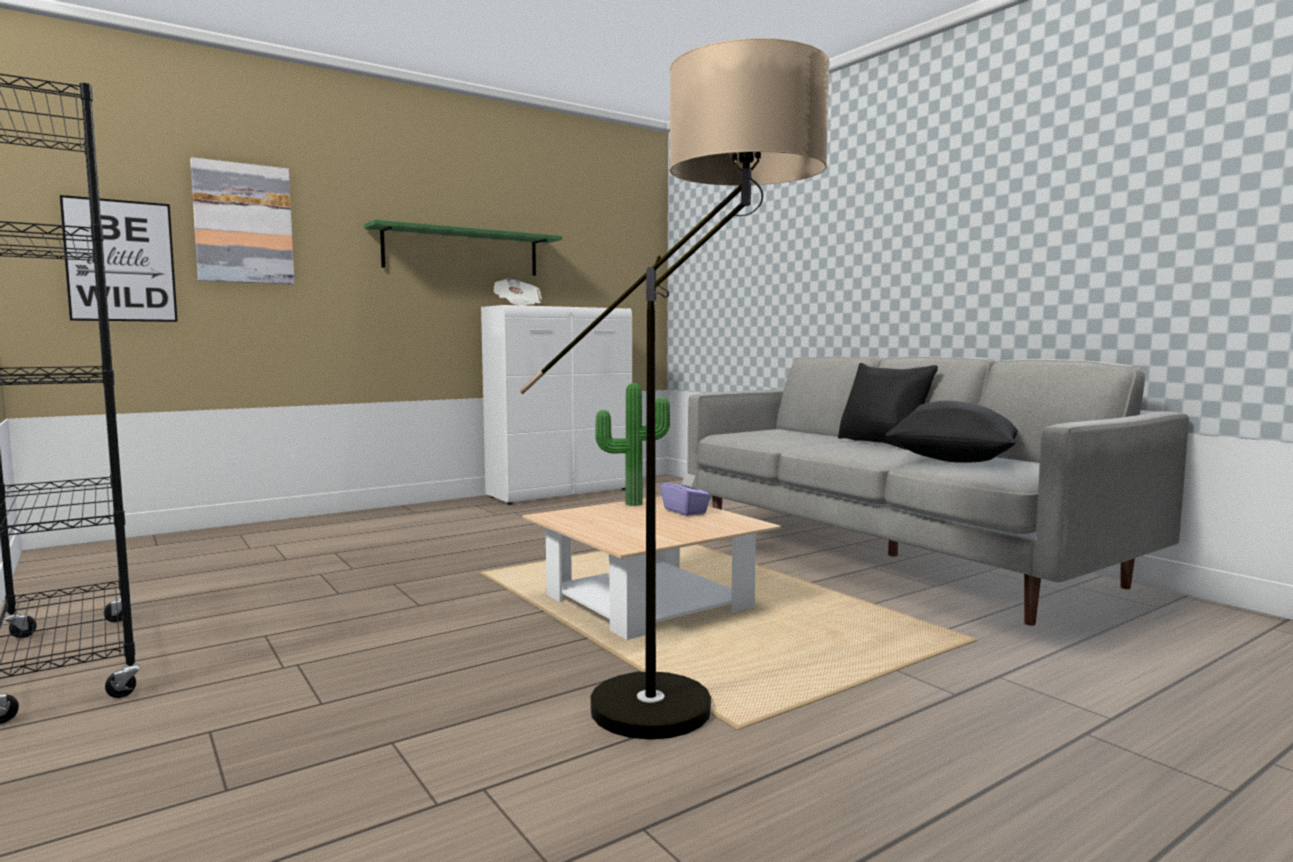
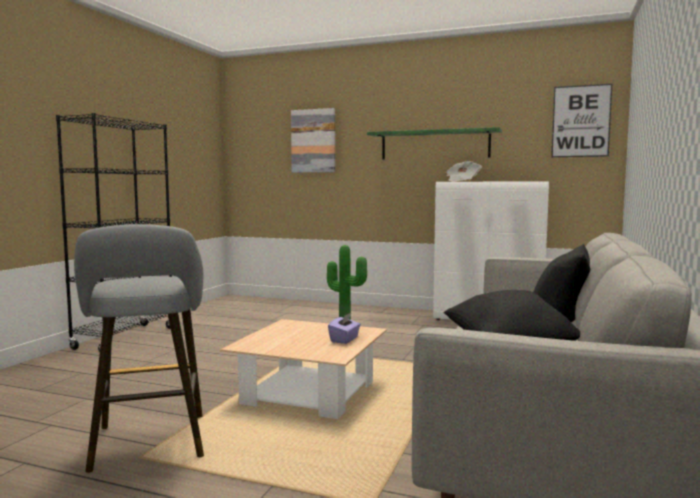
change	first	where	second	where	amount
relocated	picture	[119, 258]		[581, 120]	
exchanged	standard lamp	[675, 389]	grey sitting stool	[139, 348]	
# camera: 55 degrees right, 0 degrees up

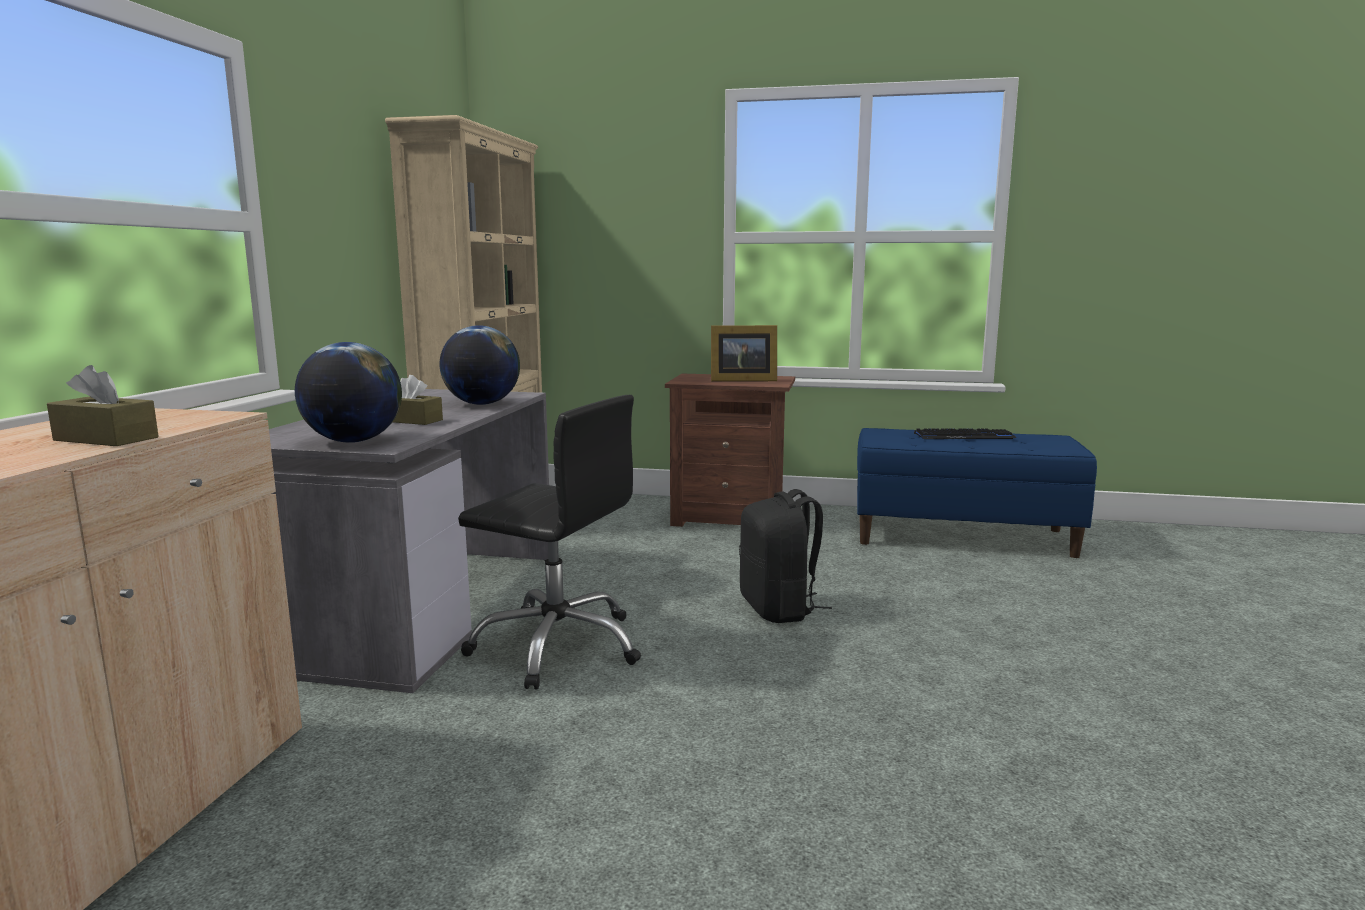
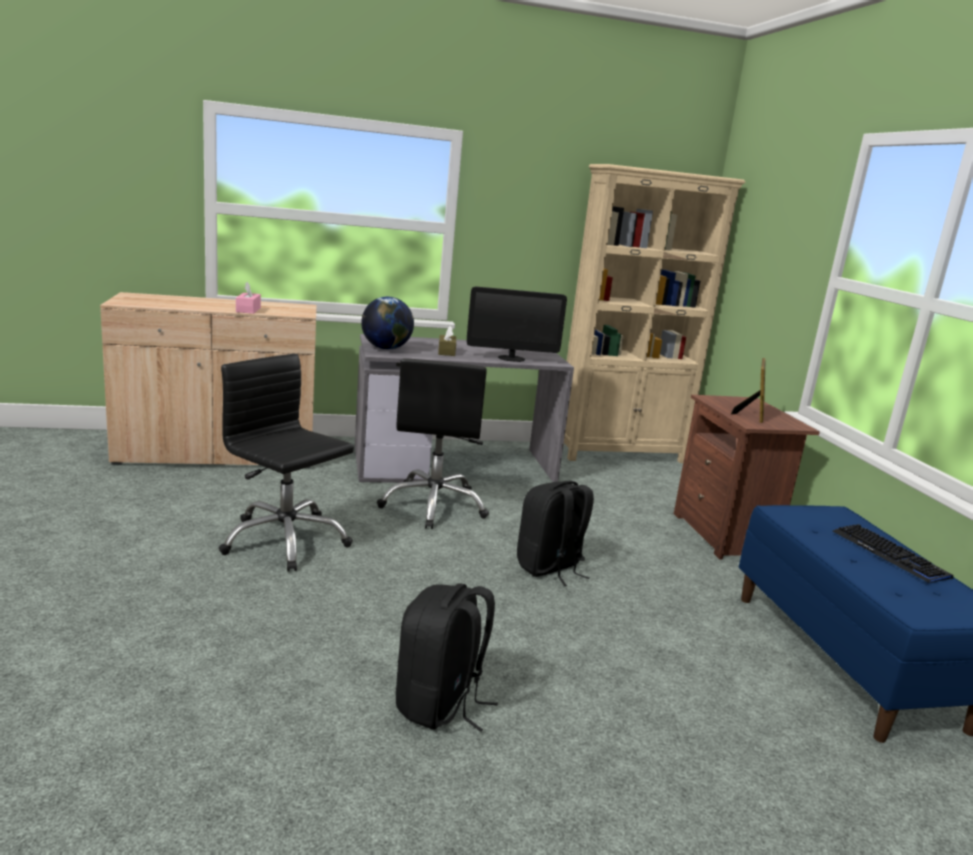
change	first	where	second	where	amount
appeared			black desk chair	[286, 463]	
appeared			black rucksack	[447, 657]	
exchanged	desk globe	[480, 365]	monitor	[517, 324]	
colour	brown tissue box	[103, 405]	pink tissue box	[248, 298]	
spun	picture frame	[744, 353]		[748, 390]	135 degrees counterclockwise
# camera: 65 degrees right, 5 degrees up

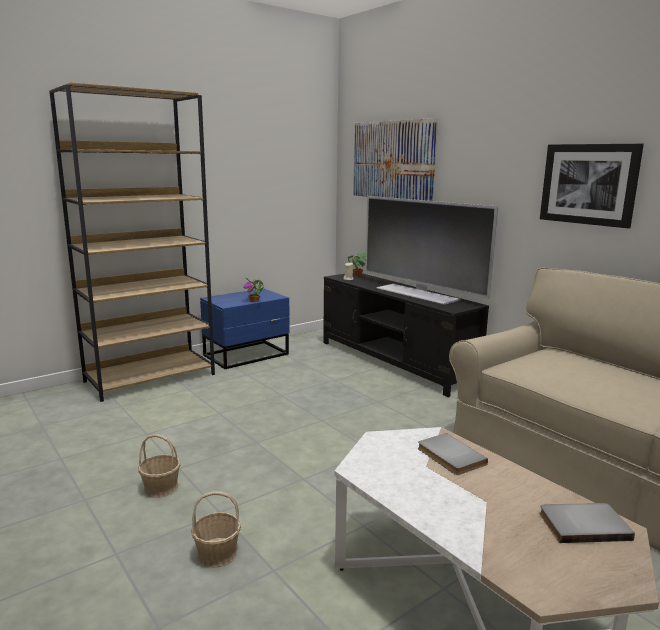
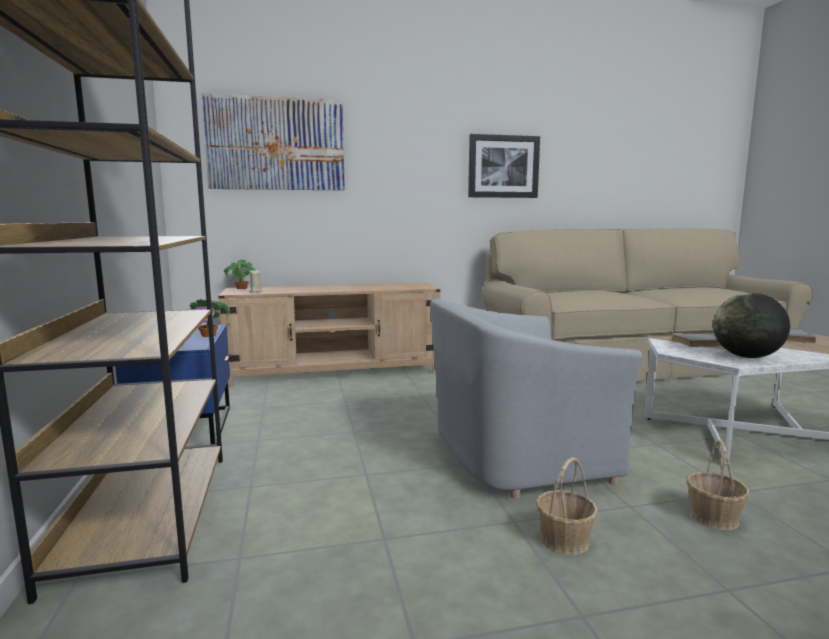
change	first	where	second	where	amount
missing	television	[432, 250]			
appeared			grey easy chair	[536, 399]	
appeared			desk globe	[751, 325]	
colour	black tv unit	[406, 334]	beige tv unit	[329, 335]	
# camera: 65 degrees left, 5 degrees down

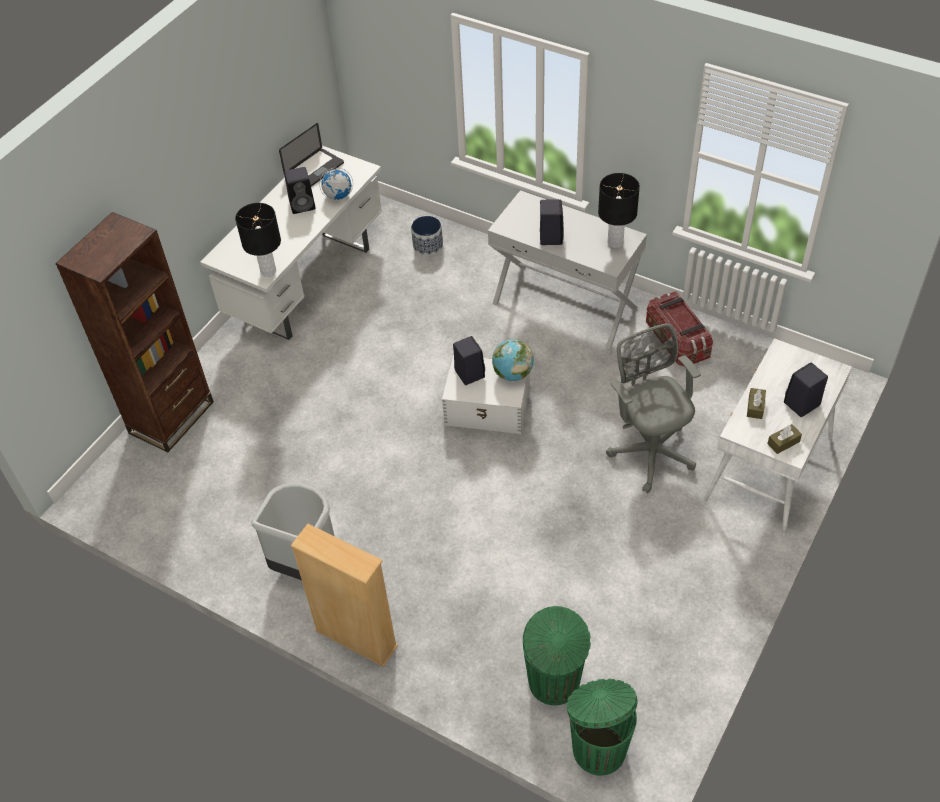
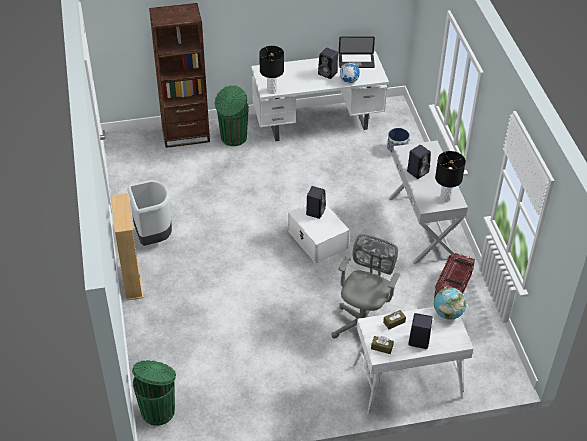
change	first	where	second	where	amount
relocated	desk globe	[513, 360]		[450, 304]	
relocated	greenish waste bin	[557, 655]		[232, 115]	
# camera: 45 degrees right, 5 degrees down

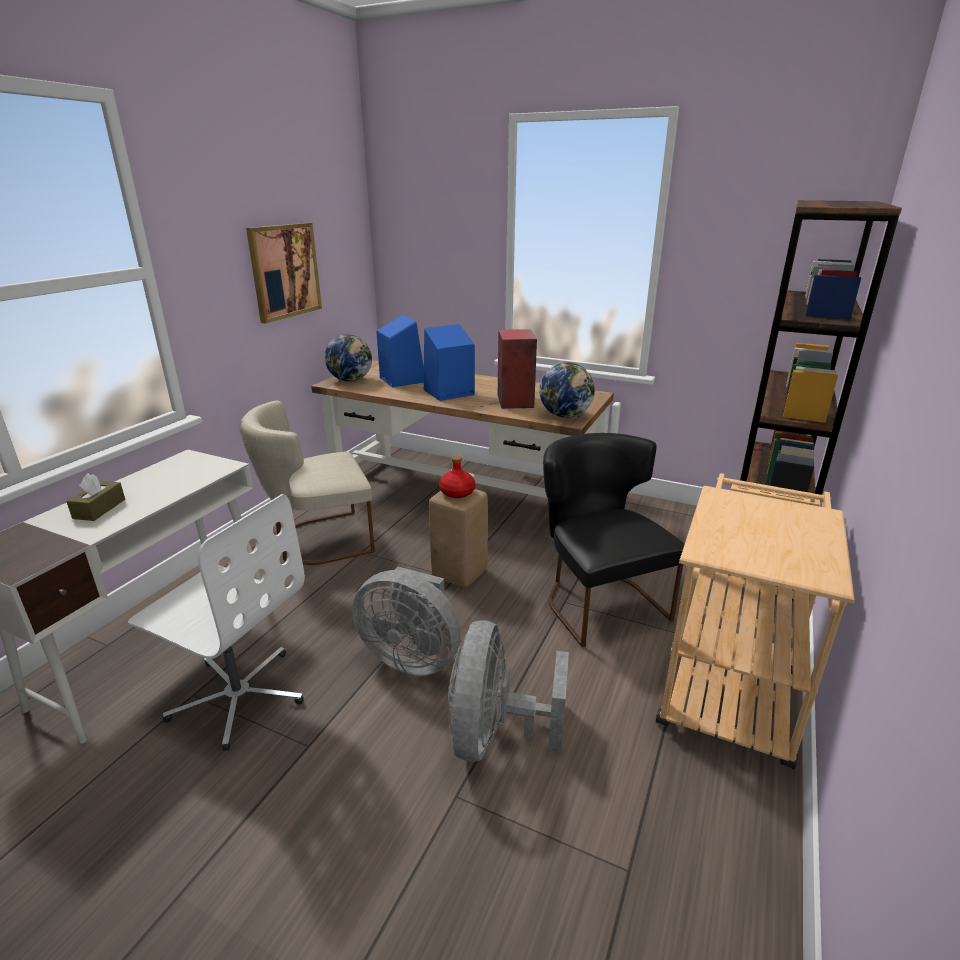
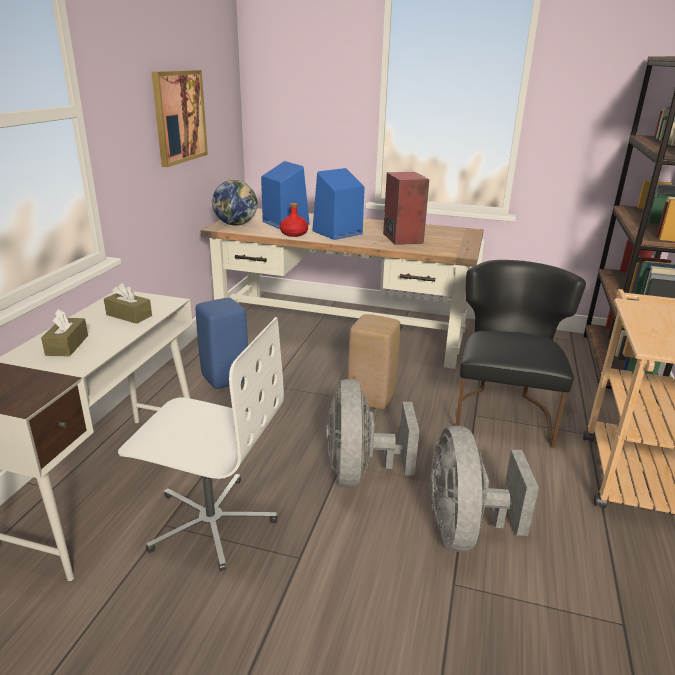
change	first	where	second	where	amount
missing	desk globe	[567, 390]			
appeared			brown tissue box	[128, 303]	
relocated	red-coloured bottle	[457, 477]		[294, 220]	
exchanged	beige upright chair	[307, 483]	blue-coloured sitting stool	[222, 343]	
spun	grey cooling fan	[406, 621]		[372, 433]	75 degrees clockwise
spun	black upright chair	[614, 540]		[520, 354]	45 degrees clockwise
# camera: 10 degrees left, 0 degrees up

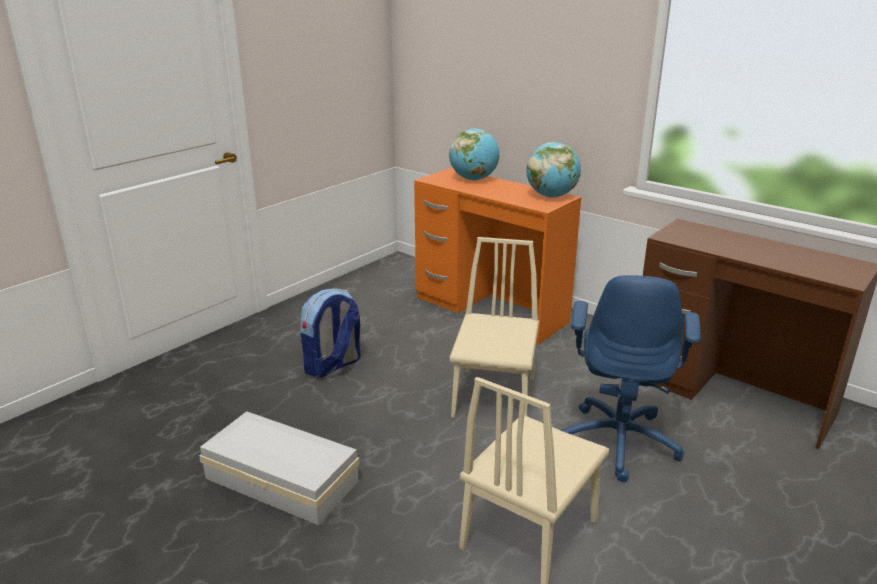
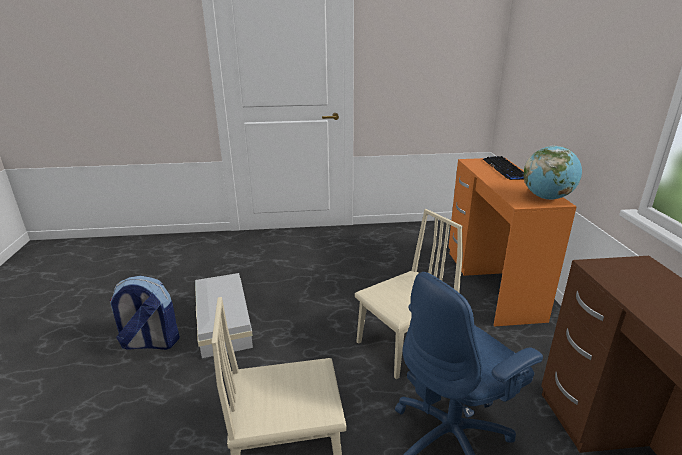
change	first	where	second	where	amount
relocated	rucksack	[330, 333]		[145, 313]	
exchanged	desk globe	[474, 154]	computer keyboard	[503, 168]	
# camera: 45 degrees right, 0 degrees up

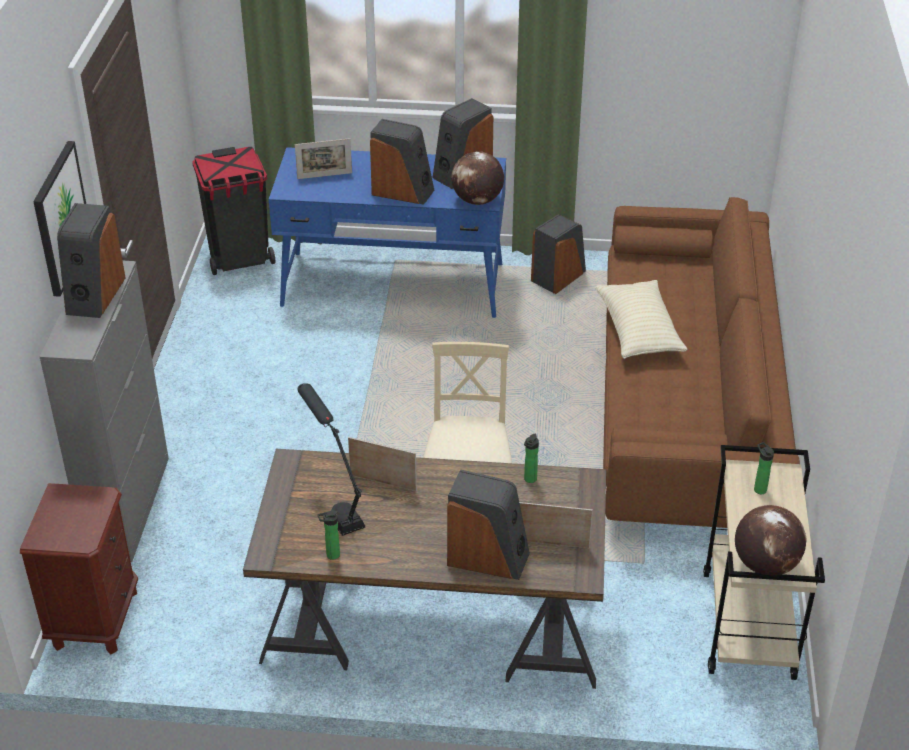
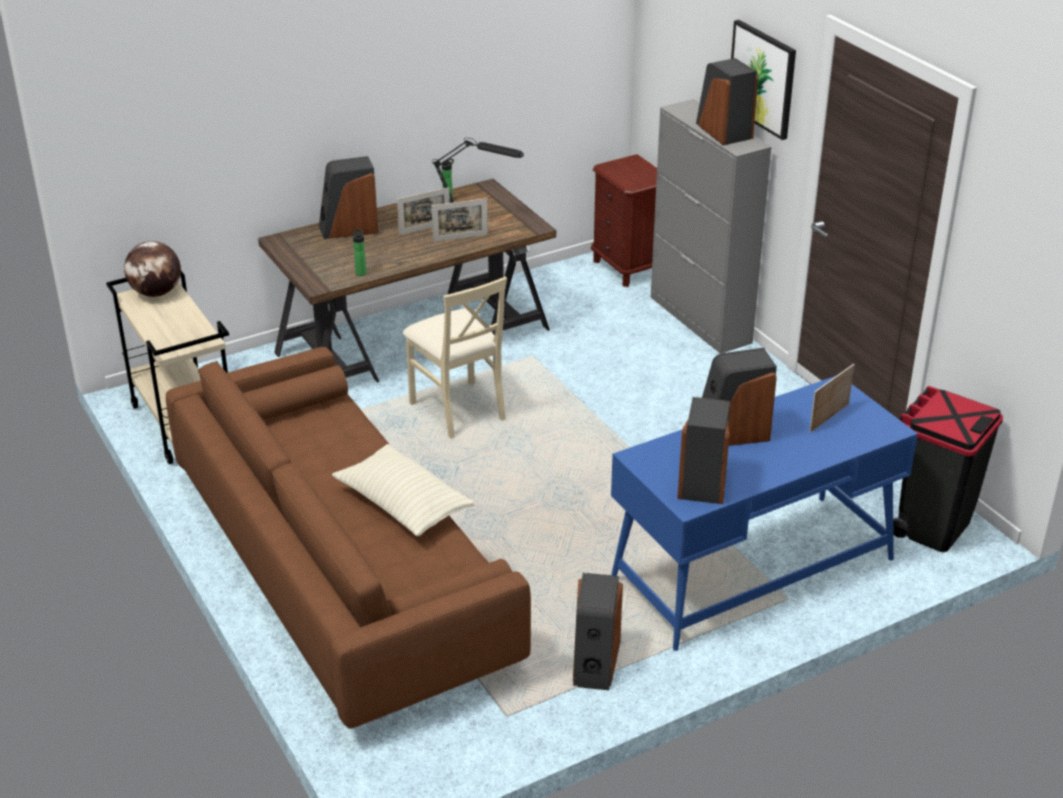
change	first	where	second	where	amount
missing	desk globe	[477, 178]			
missing	bottle	[764, 468]			
relocated	picture frame	[556, 525]		[423, 211]	
# camera: 145 degrees right, 5 degrees down

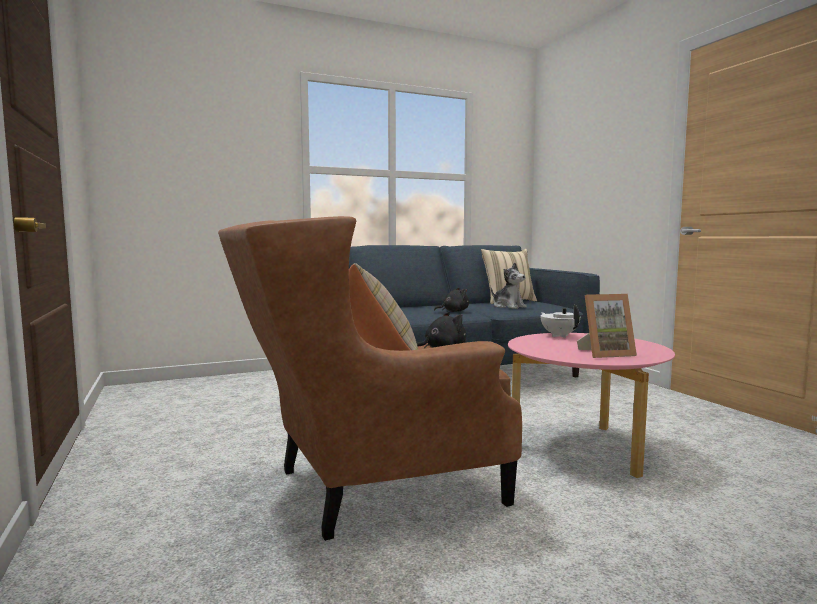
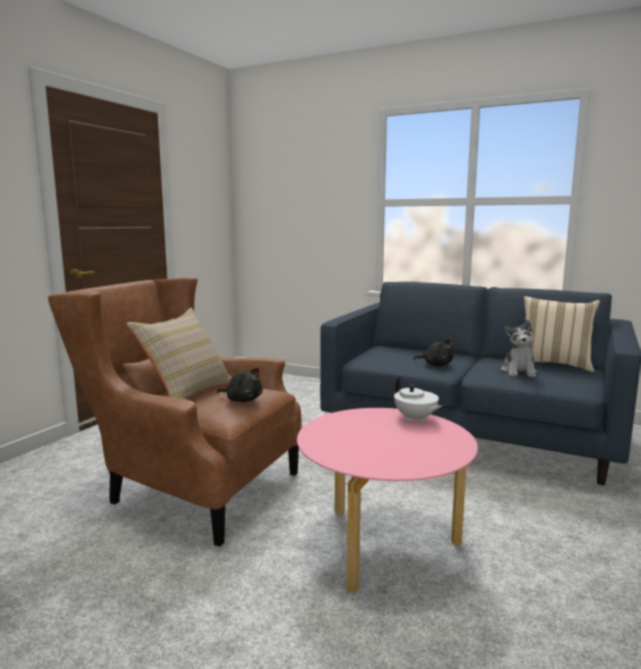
change	first	where	second	where	amount
missing	picture frame	[607, 326]			
spun	white pot for tea	[560, 321]		[418, 399]	120 degrees clockwise
# camera: 50 degrees right, 5 degrees up

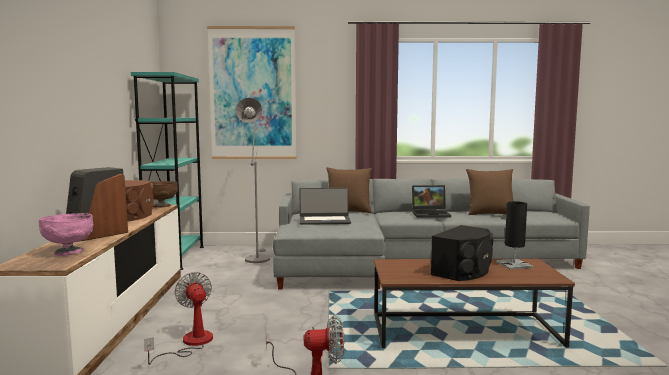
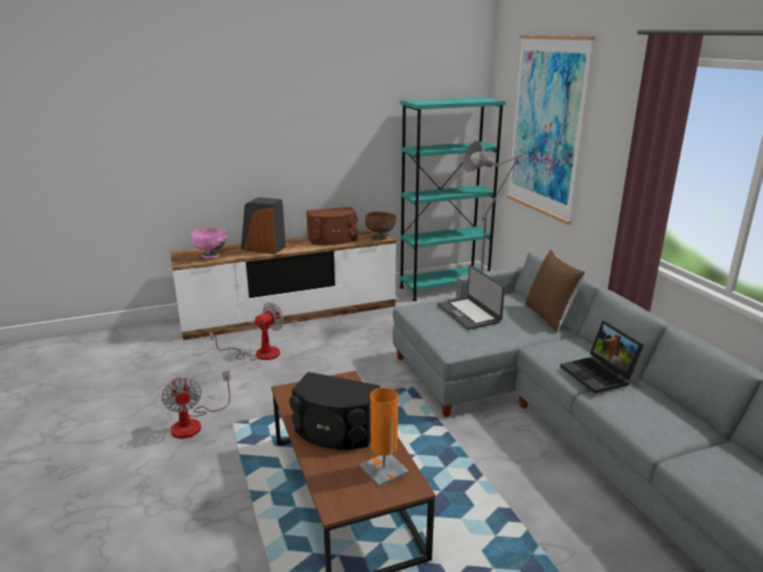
change	first	where	second	where	amount
missing	brown pillow	[489, 192]			
colour	black table lamp	[514, 235]	orange-coloured table lamp	[384, 437]	
# camera: 70 degrees right, 15 degrees up

